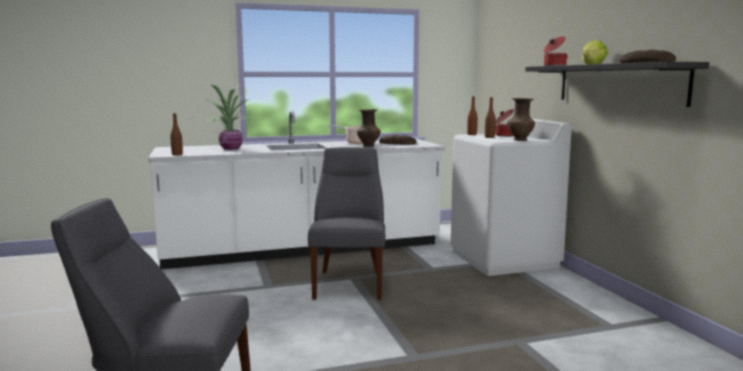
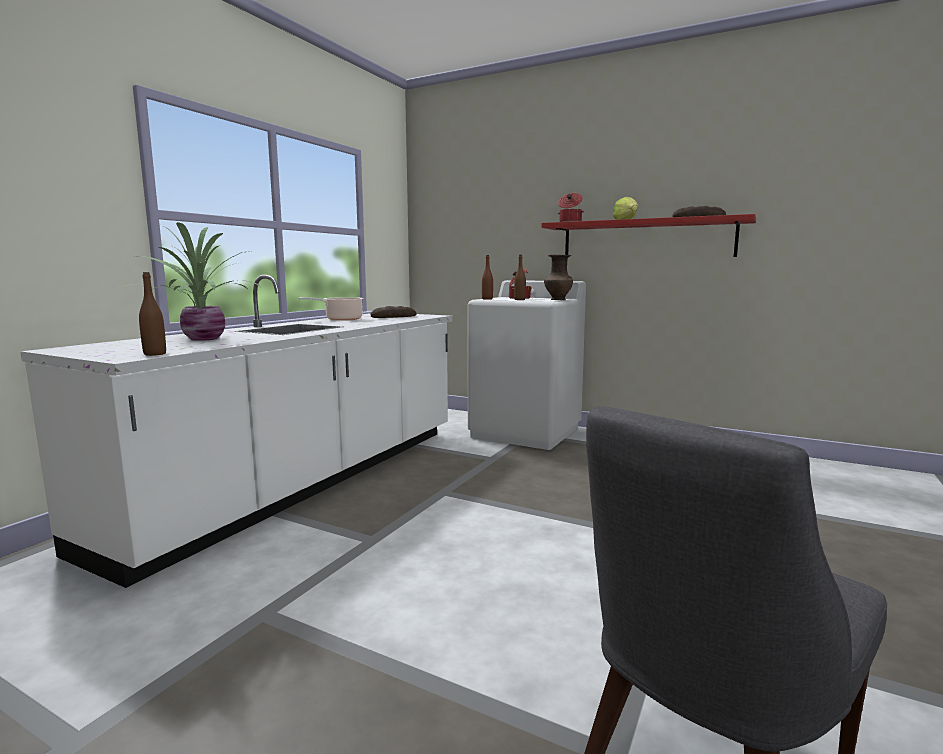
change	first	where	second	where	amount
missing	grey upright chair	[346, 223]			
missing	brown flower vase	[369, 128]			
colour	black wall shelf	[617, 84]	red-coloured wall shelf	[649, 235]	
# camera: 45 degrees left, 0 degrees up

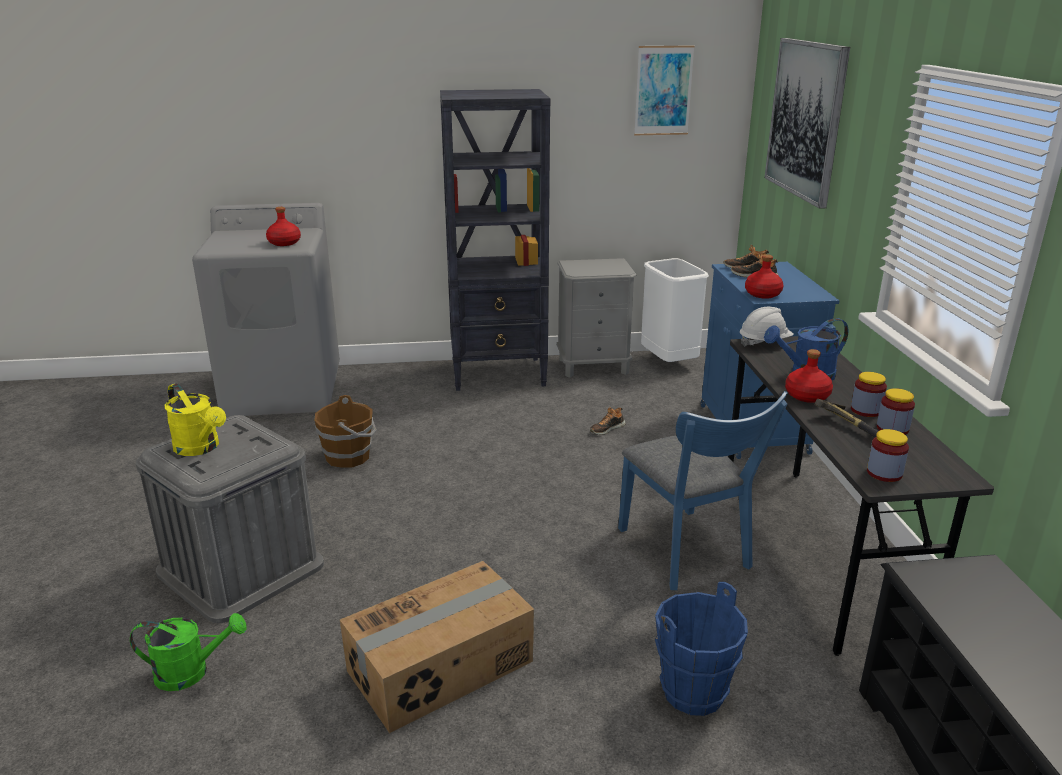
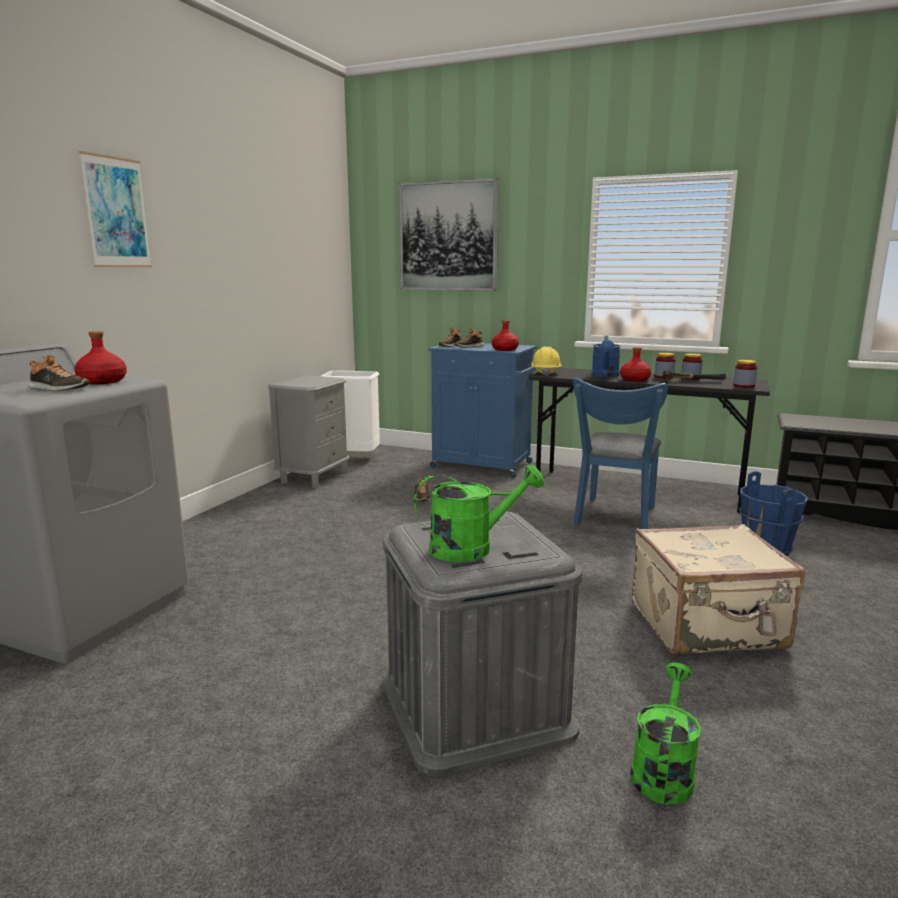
change	first	where	second	where	amount
missing	brown pail	[345, 431]			
missing	black bookshelf	[495, 240]			
appeared			low shoe	[58, 372]	
relocated	picture	[664, 90]		[115, 209]	
exchanged	carton	[437, 647]	beige suitcase	[718, 589]	
colour	yellowish sprinkling can	[195, 420]	greenish sprinkling can	[478, 513]	
colour	white work helmet	[767, 327]	yellowish work helmet	[546, 361]	
spun	blue-coloured upright chair	[703, 490]		[620, 453]	105 degrees clockwise
# camera: 60 degrees left, 10 degrees down

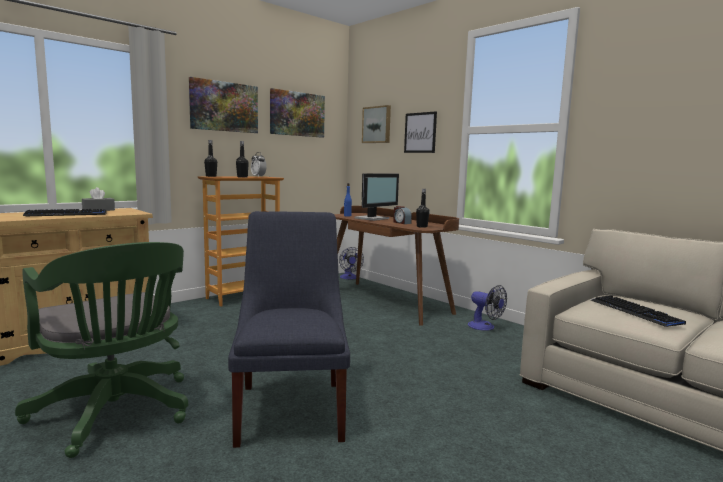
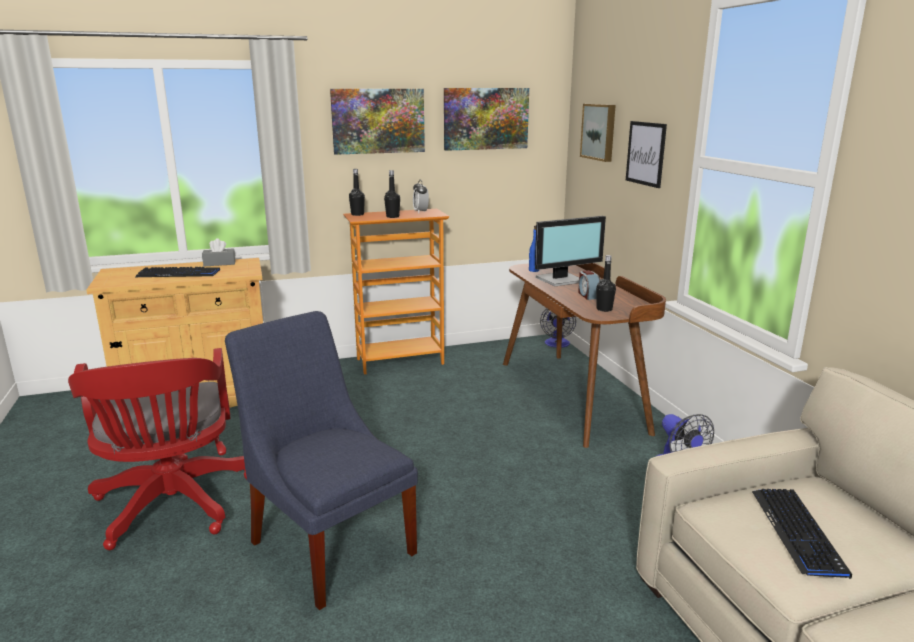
change	first	where	second	where	amount
colour	greenish desk chair	[101, 350]	red-coloured desk chair	[157, 449]	
spun	blue-coloured upright chair	[289, 329]		[321, 460]	60 degrees counterclockwise
# camera: 25 degrees right, 10 degrees up

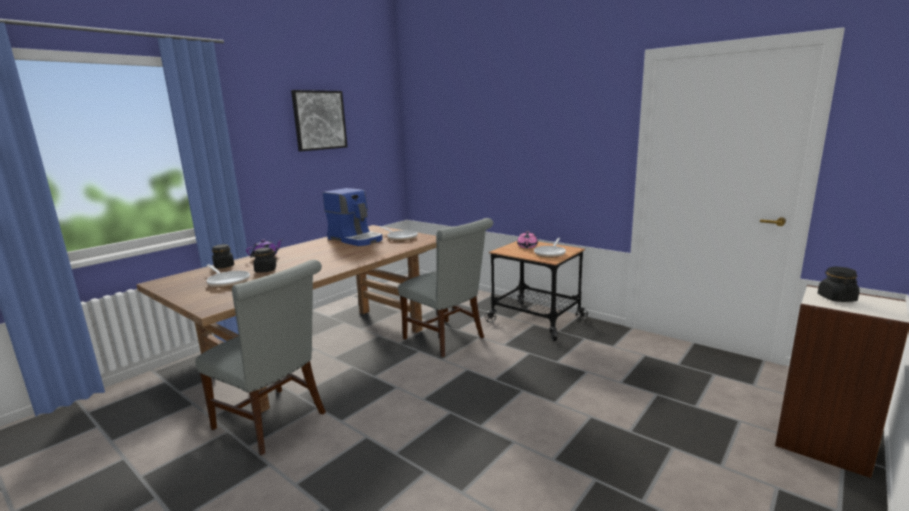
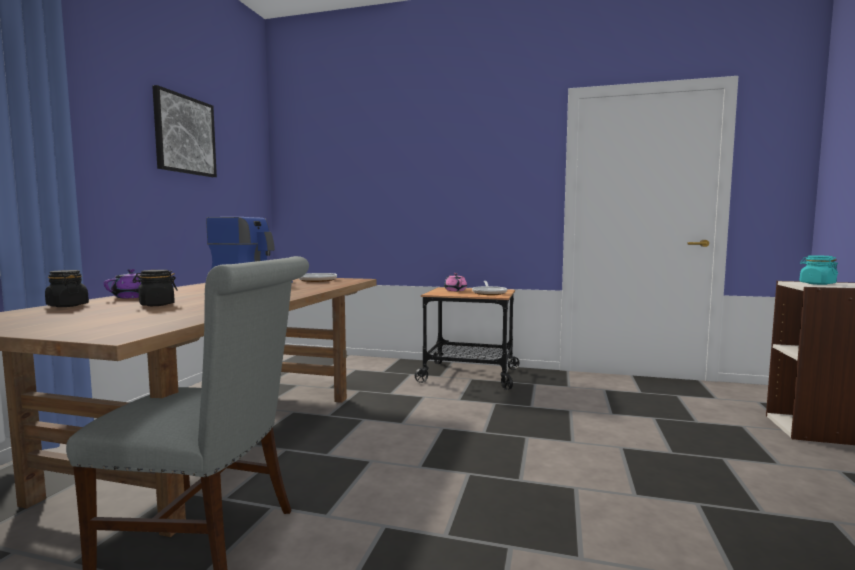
change	first	where	second	where	amount
missing	skillet	[228, 276]			
missing	grey upright chair	[445, 287]			
colour	black jar	[839, 284]	turquoise jar	[818, 270]	
# camera: 25 degrees left, 10 degrees down

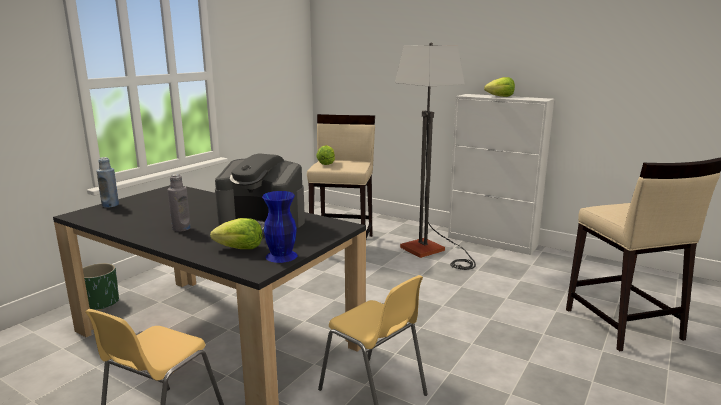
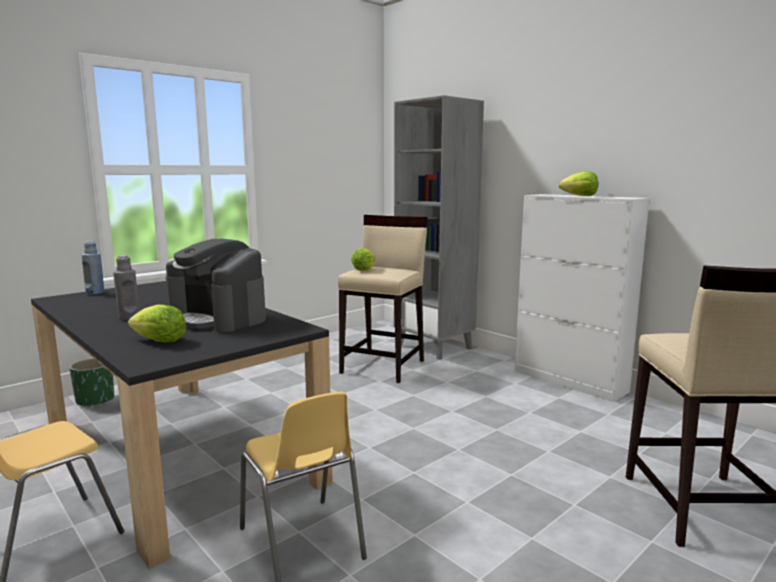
change	first	where	second	where	amount
missing	blue-coloured flower vase	[279, 227]			
missing	standard lamp	[435, 156]			
appeared			grey bookshelf	[439, 227]	
# camera: 15 degrees right, 5 degrees down

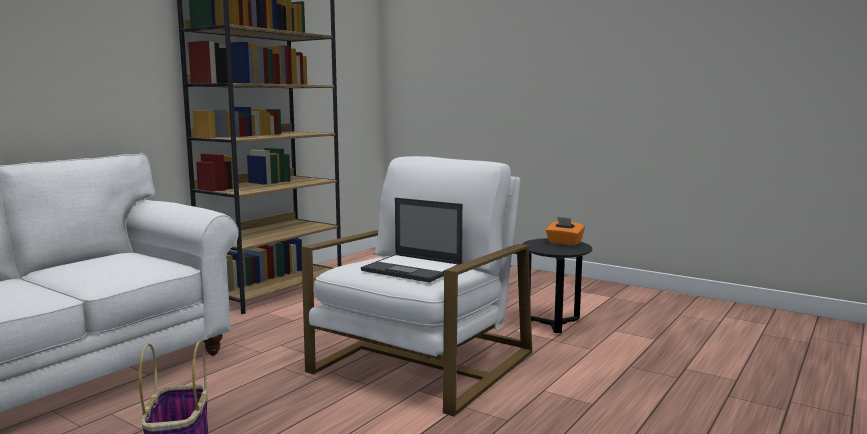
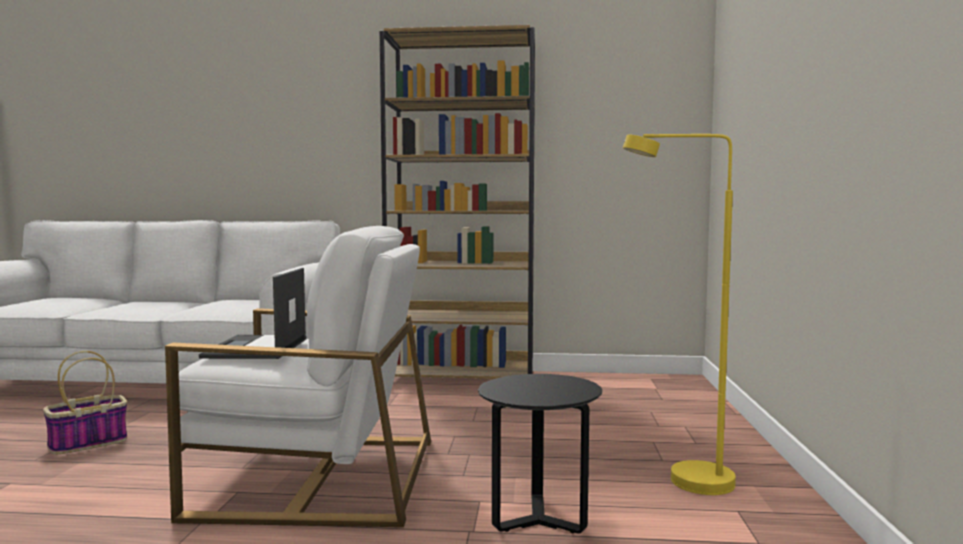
change	first	where	second	where	amount
missing	orange-coloured tissue box	[565, 231]			
appeared			yellowish standard lamp	[679, 314]	
# camera: 60 degrees right, 5 degrees down

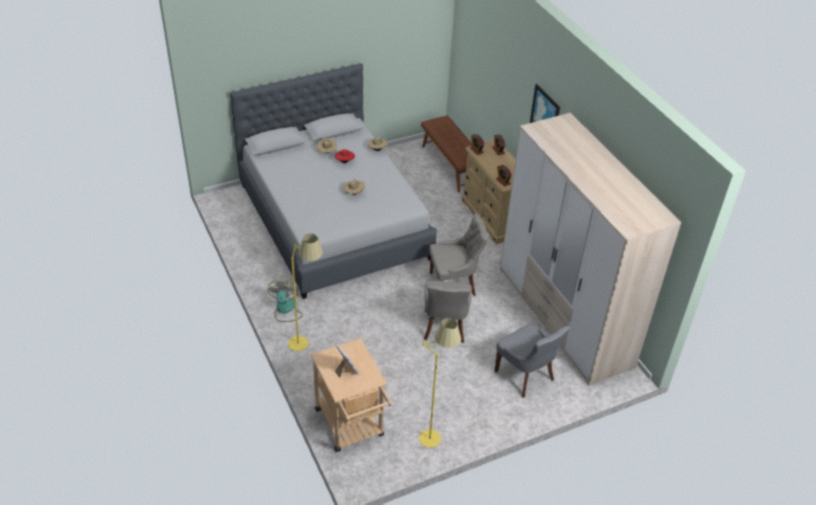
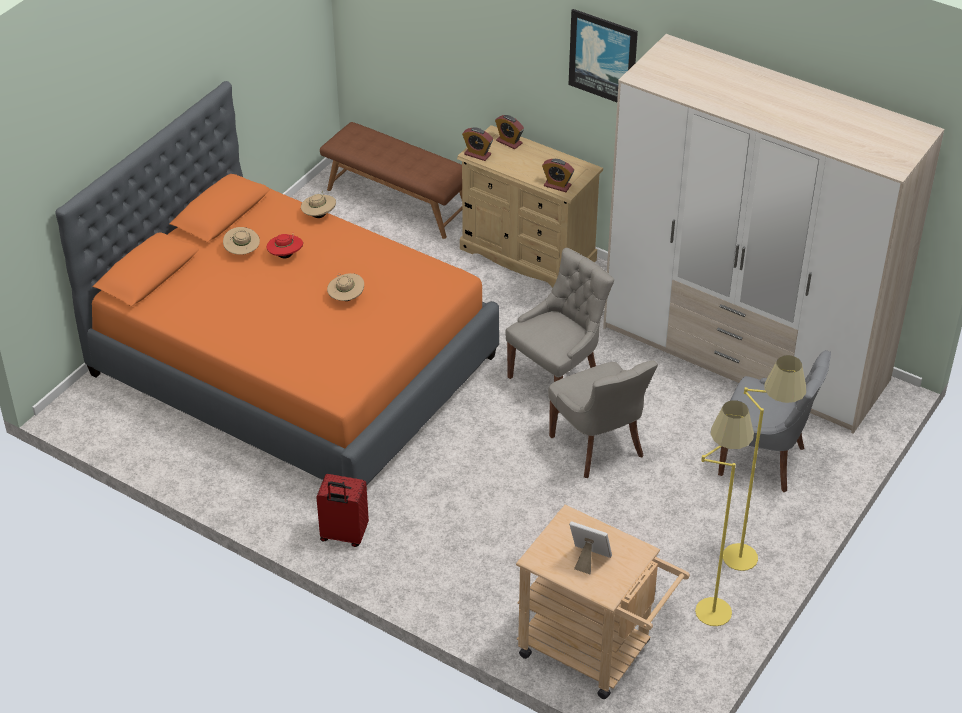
change	first	where	second	where	amount
relocated	yellowish standard lamp	[305, 292]		[764, 463]	
exchanged	cooling fan	[285, 301]	red-coloured suitcase	[342, 510]	
colour	grey sleeping bed	[333, 181]	orange-coloured sleeping bed	[277, 283]	
# camera: 30 degrees left, 0 degrees up

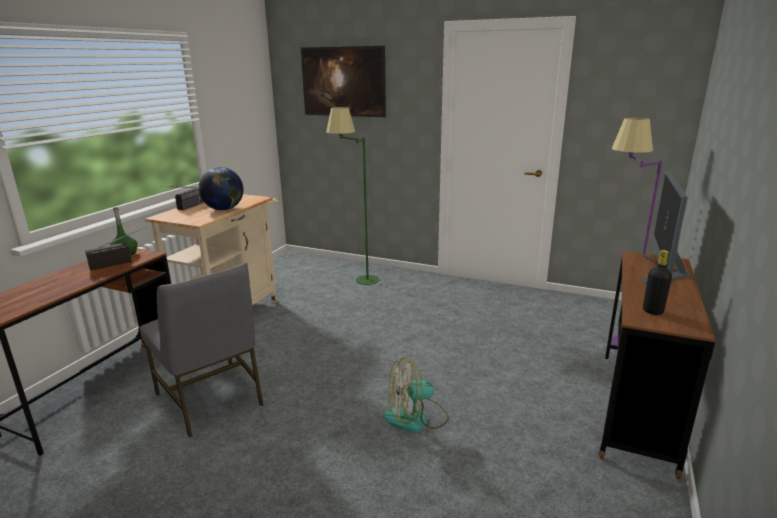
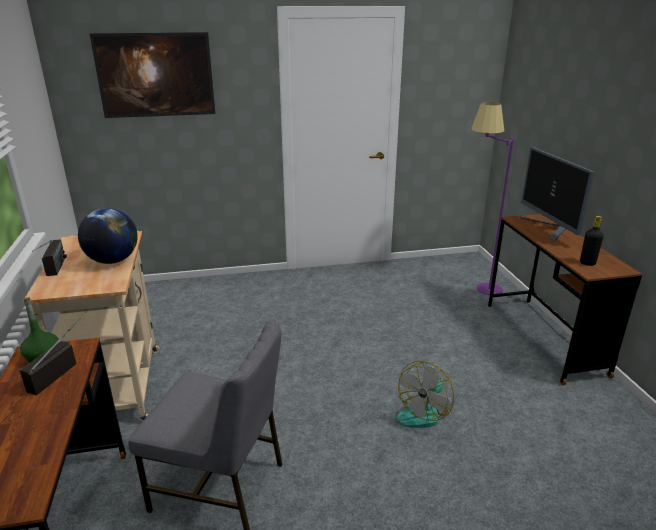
change	first	where	second	where	amount
missing	greenish standard lamp	[353, 196]			
# camera: 35 degrees left, 5 degrees up

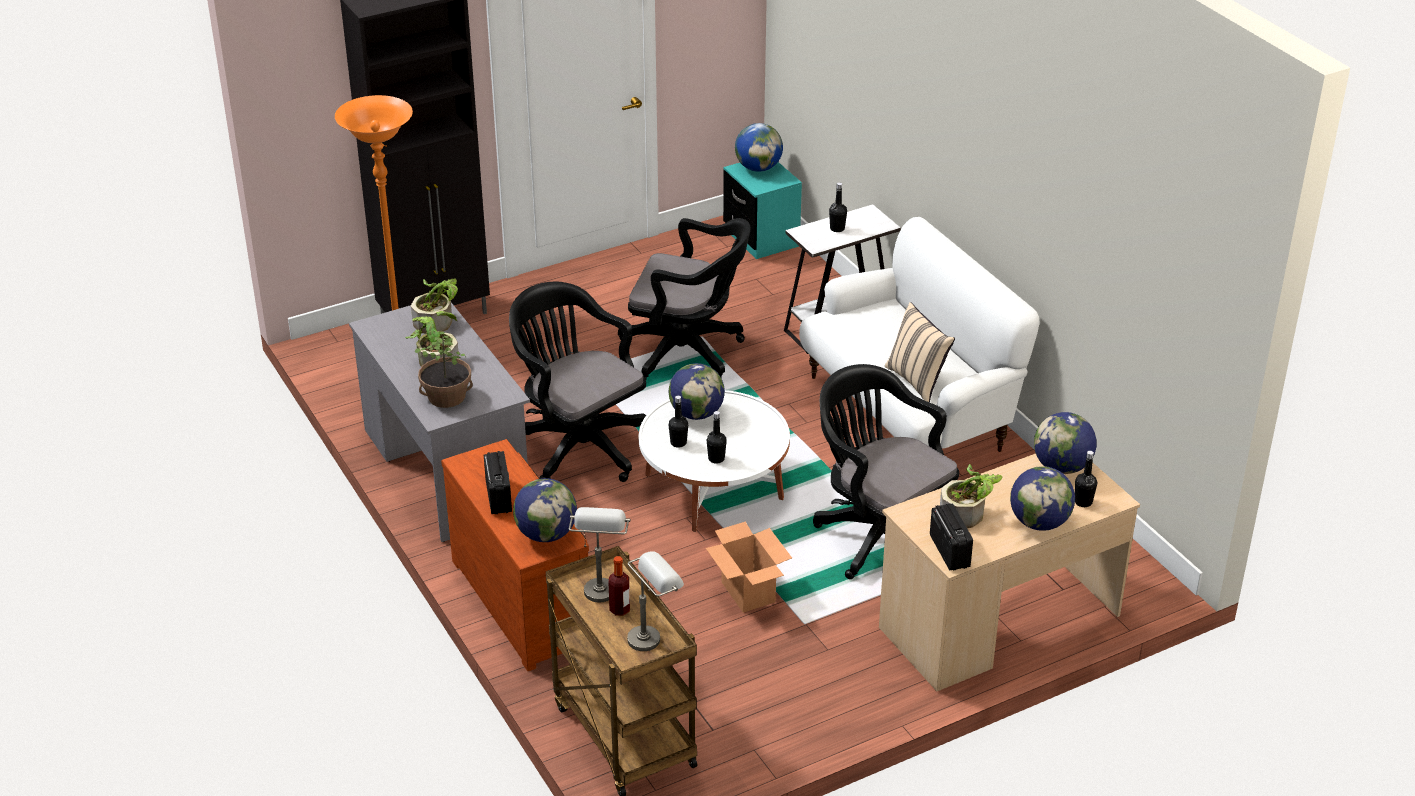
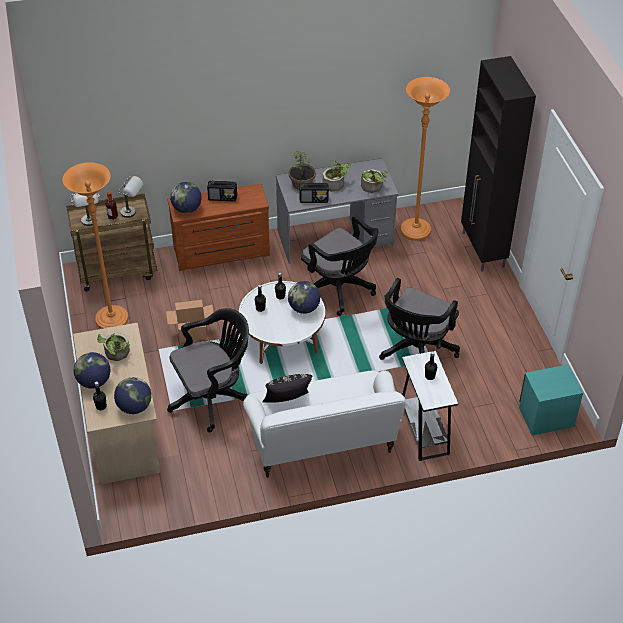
change	first	where	second	where	amount
missing	desk globe	[759, 147]			
appeared			orange-coloured standard lamp	[95, 245]	
relocated	radio receiver	[951, 537]		[314, 193]	
colour	beige pillow	[920, 352]	black pillow	[287, 388]	
spun	black desk chair	[577, 381]		[339, 265]	75 degrees clockwise
# camera: 105 degrees right, 10 degrees up

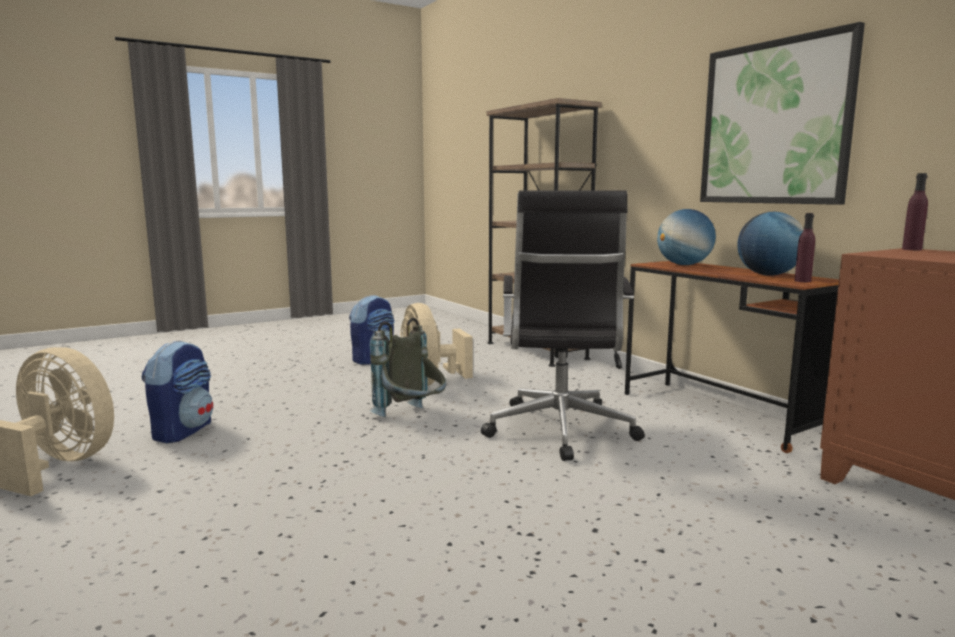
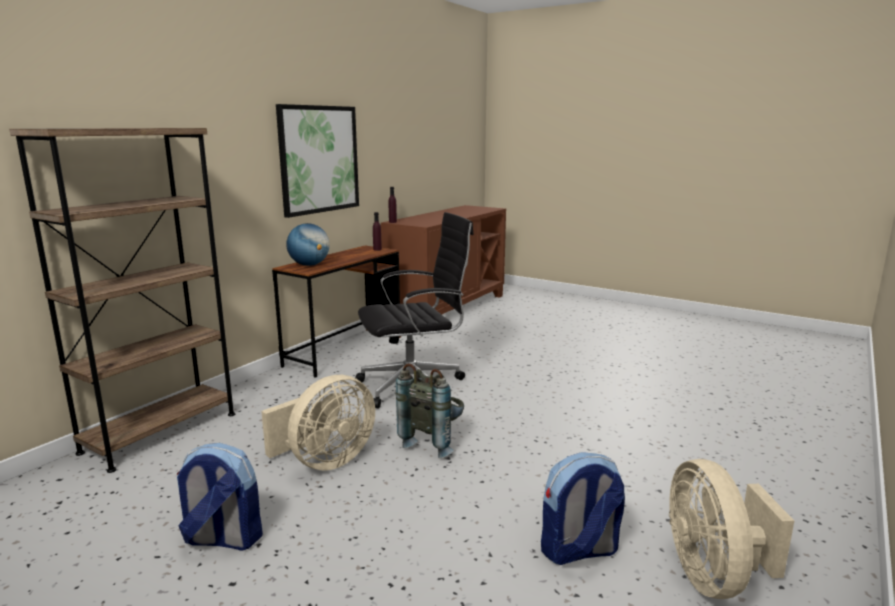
change	first	where	second	where	amount
missing	desk globe	[770, 243]			
# camera: 115 degrees left, 5 degrees up

